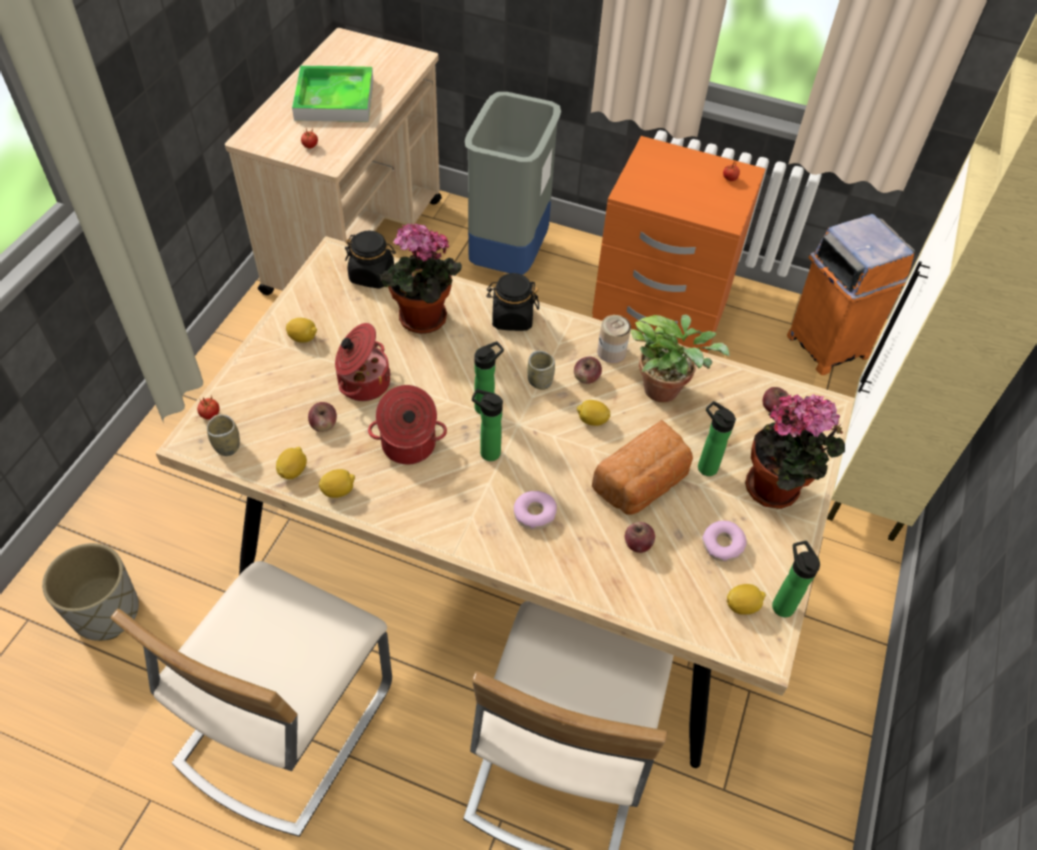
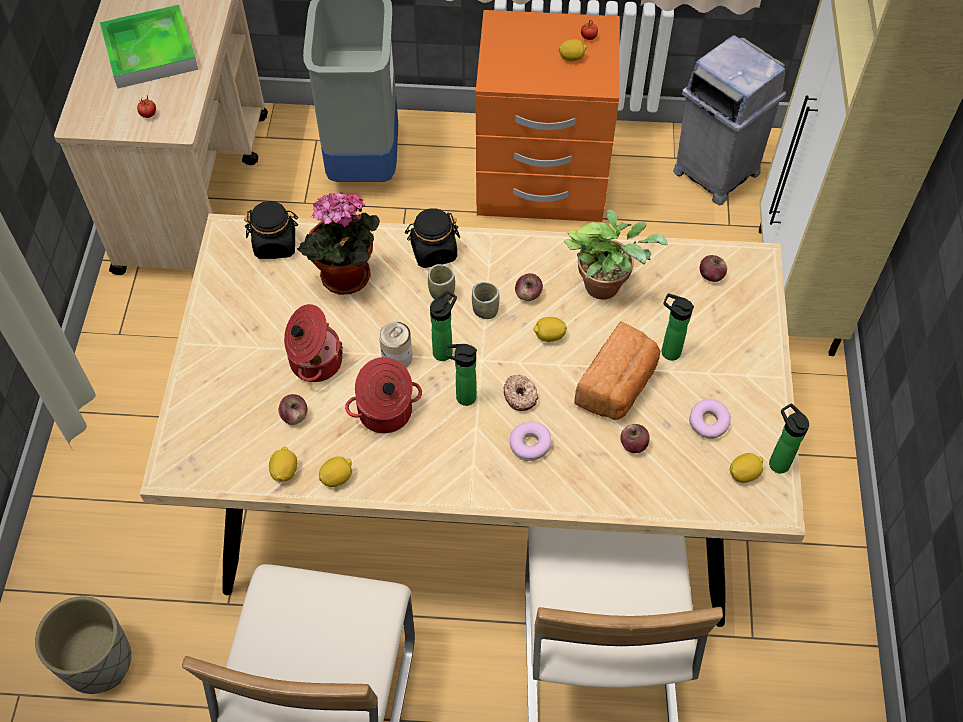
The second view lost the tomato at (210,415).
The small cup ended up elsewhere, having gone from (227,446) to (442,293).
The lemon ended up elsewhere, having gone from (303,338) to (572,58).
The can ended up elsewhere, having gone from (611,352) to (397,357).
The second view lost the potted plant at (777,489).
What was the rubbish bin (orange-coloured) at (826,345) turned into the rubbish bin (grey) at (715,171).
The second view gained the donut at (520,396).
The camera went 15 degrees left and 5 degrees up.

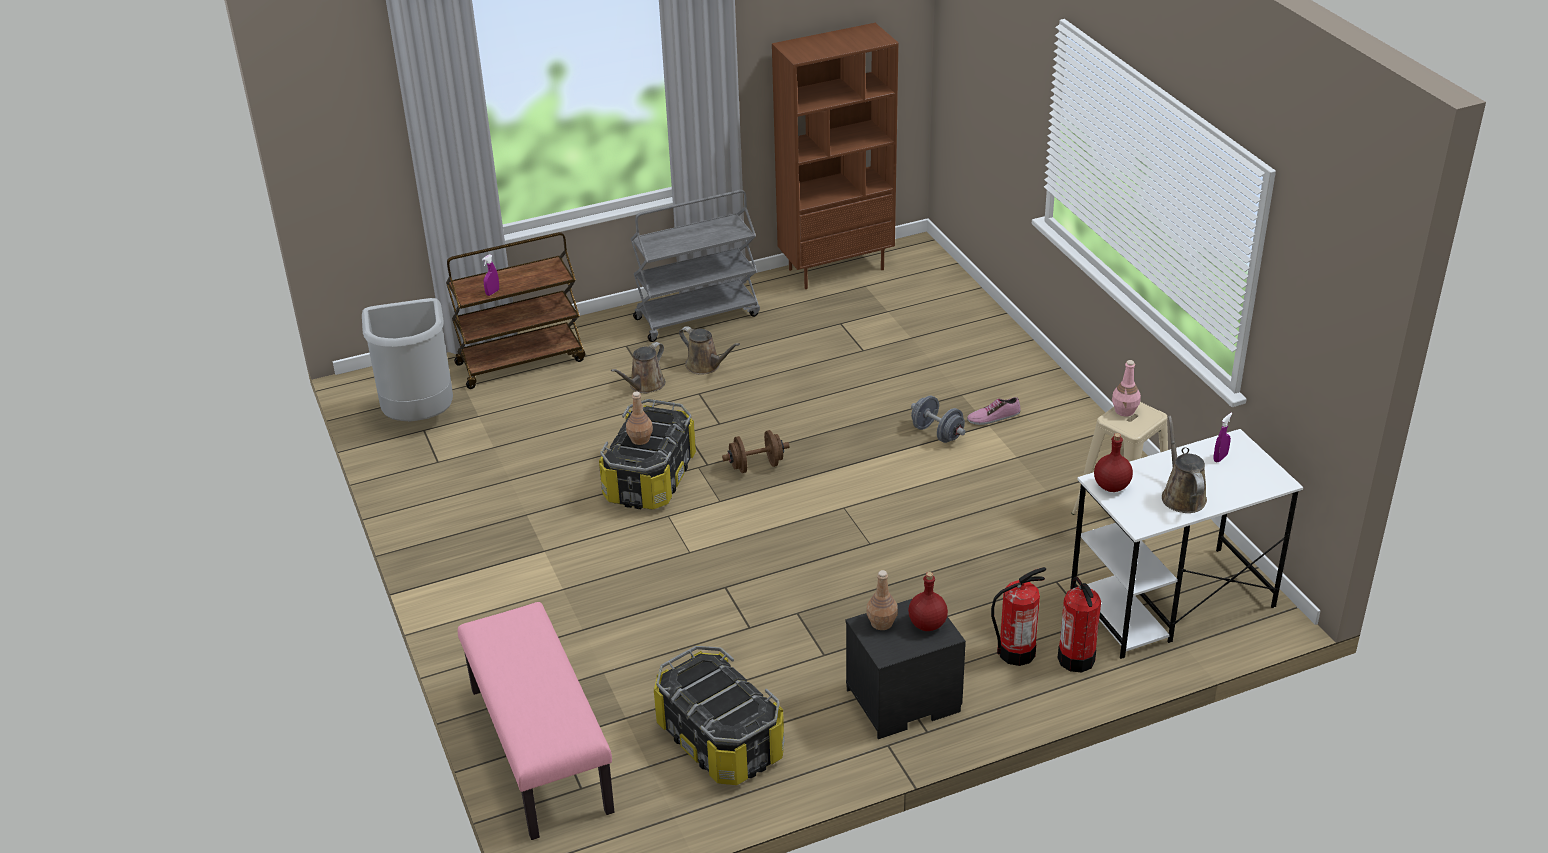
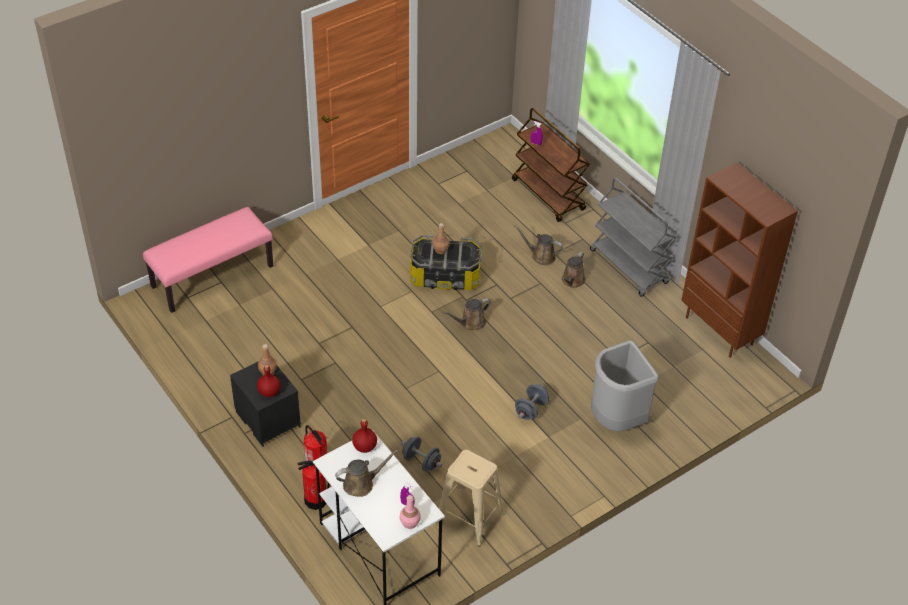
The rubbish bin (grey) ended up elsewhere, having gone from (420,417) to (616,420).
The second view lost the storage box at (721,740).
Where the free weight (brown-coloured) stood at (756,466), the sprinkling can (brown-coloured) came to stand at (470,323).
The second view lost the shoe at (993,417).
The beverage bottle (pink) ended up elsewhere, having gone from (1125,410) to (410,523).
The second view gained the free weight (grey) at (421,461).
The camera went 75 degrees right and 10 degrees up.

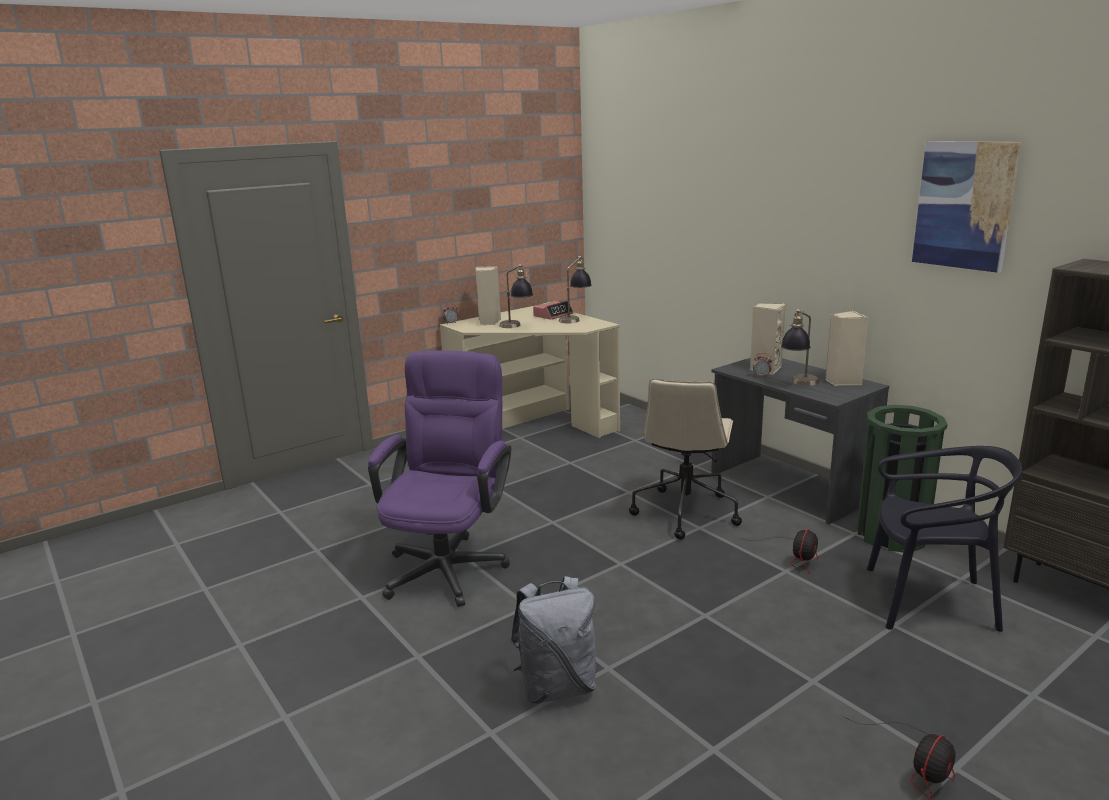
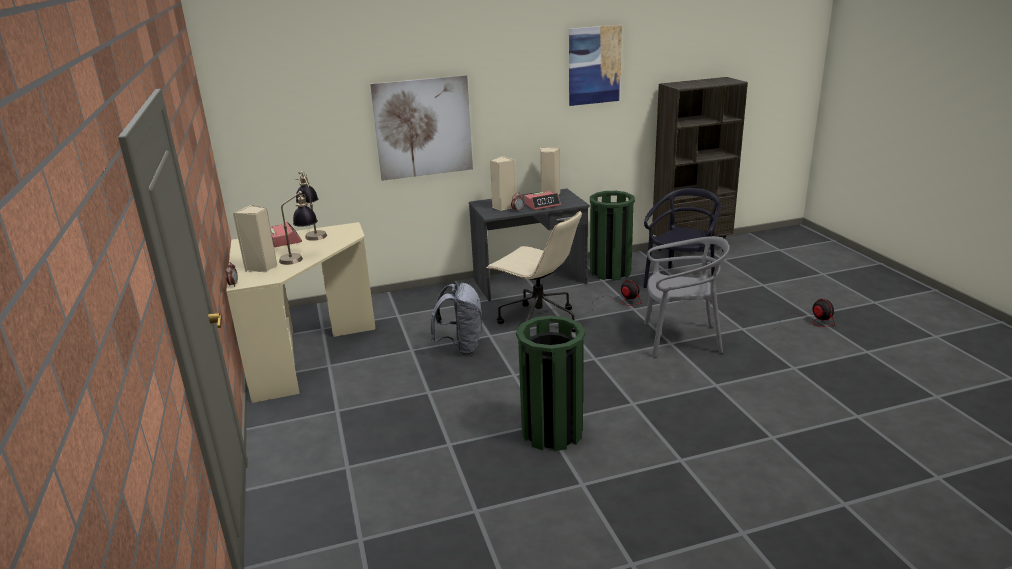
Where the computer chair (purplish) stood at (449,564), the rubbish bin (green-coloured) came to stand at (552,432).
The rucksack (grey) ended up elsewhere, having gone from (557,687) to (461,347).
Where the lamp for a table stood at (799,384), the table clock came to stand at (542,205).
The second view gained the wall art at (423,127).
The second view gained the upright chair (grey) at (680,339).
The camera went 70 degrees left and 5 degrees up.

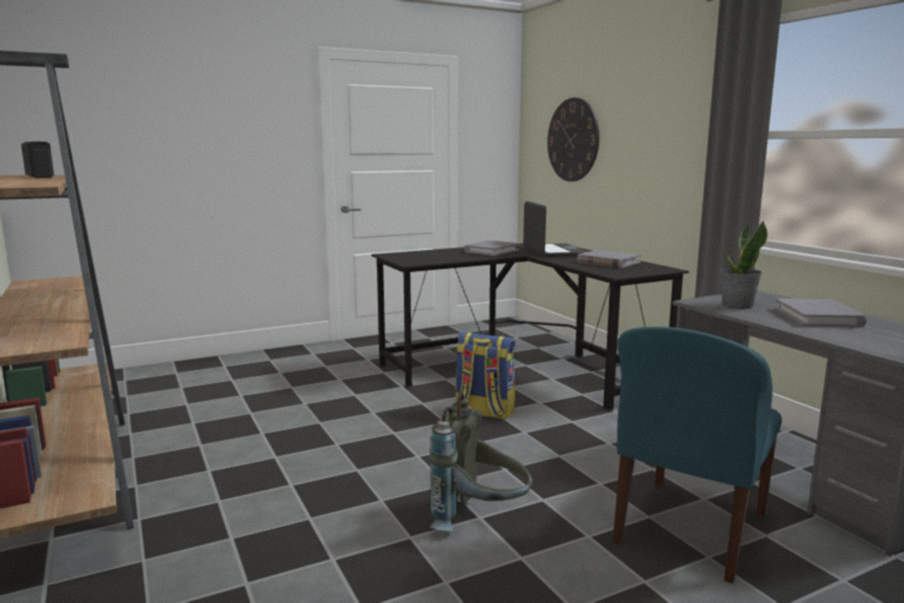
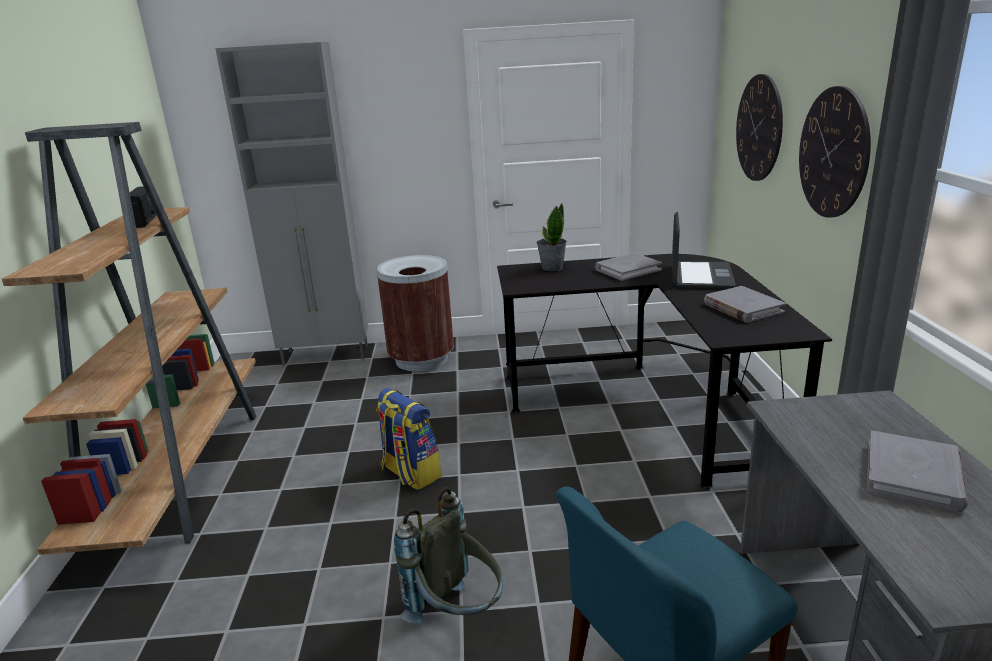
The rucksack ended up elsewhere, having gone from (483,412) to (410,473).
The potted plant ended up elsewhere, having gone from (737,306) to (552,267).
The second view gained the cupboard (grey) at (327,355).
The second view gained the rubbish bin (brown-coloured) at (422,359).
The second view gained the wall clock at (833,153).
The camera went 25 degrees right and 10 degrees up.

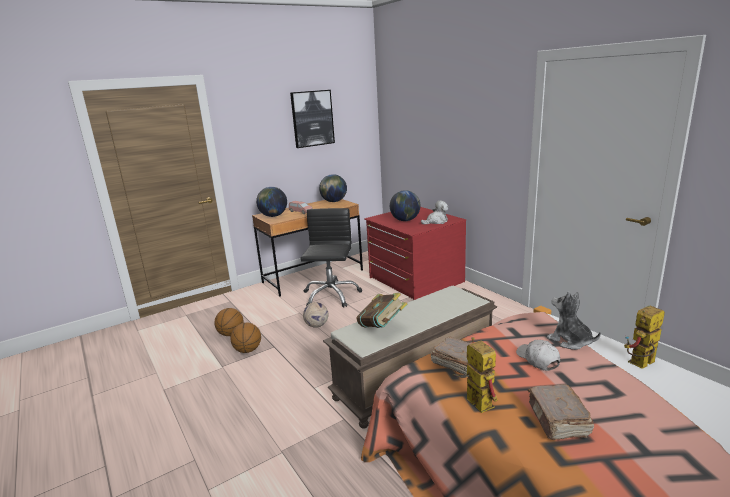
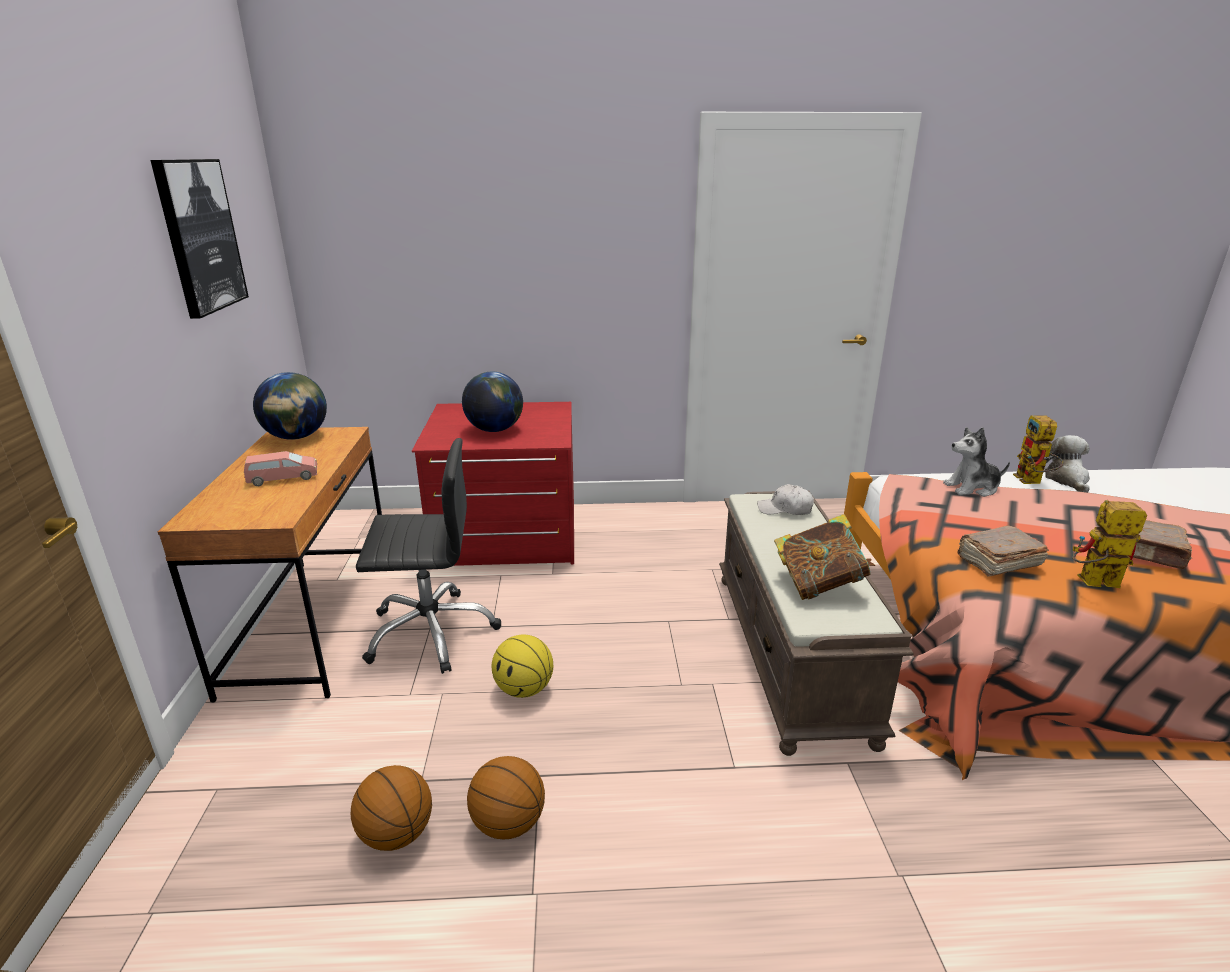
The second view lost the globe at (273,216).
The computer chair (black-coloured) at (331,295) ended up facing another way, 135 degrees clockwise from before.
Where the football stood at (316,325), the ball for basketball came to stand at (524,689).
The cuddly toy ended up elsewhere, having gone from (436,221) to (1067,480).
The cap (whitish) ended up elsewhere, having gone from (537,359) to (785,509).
The camera went 60 degrees left and 5 degrees up.

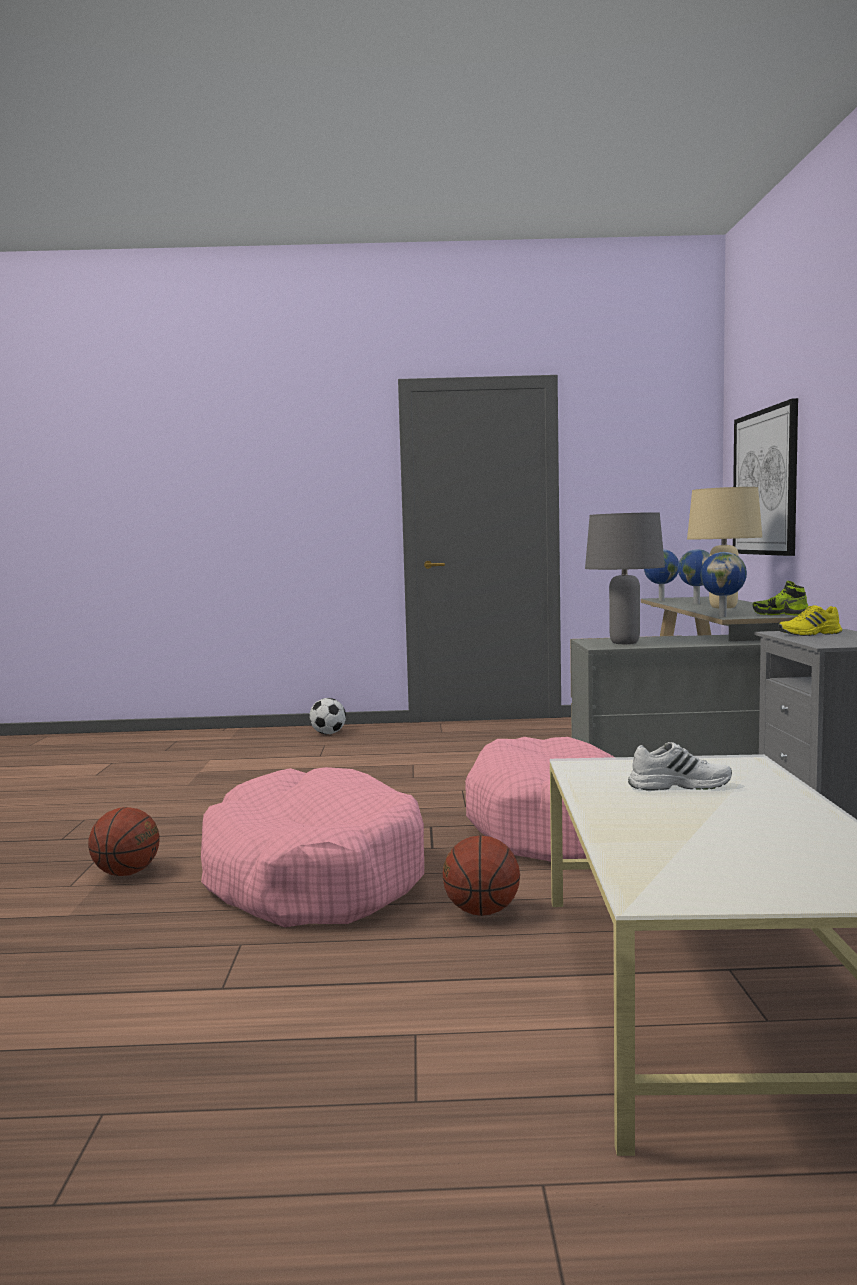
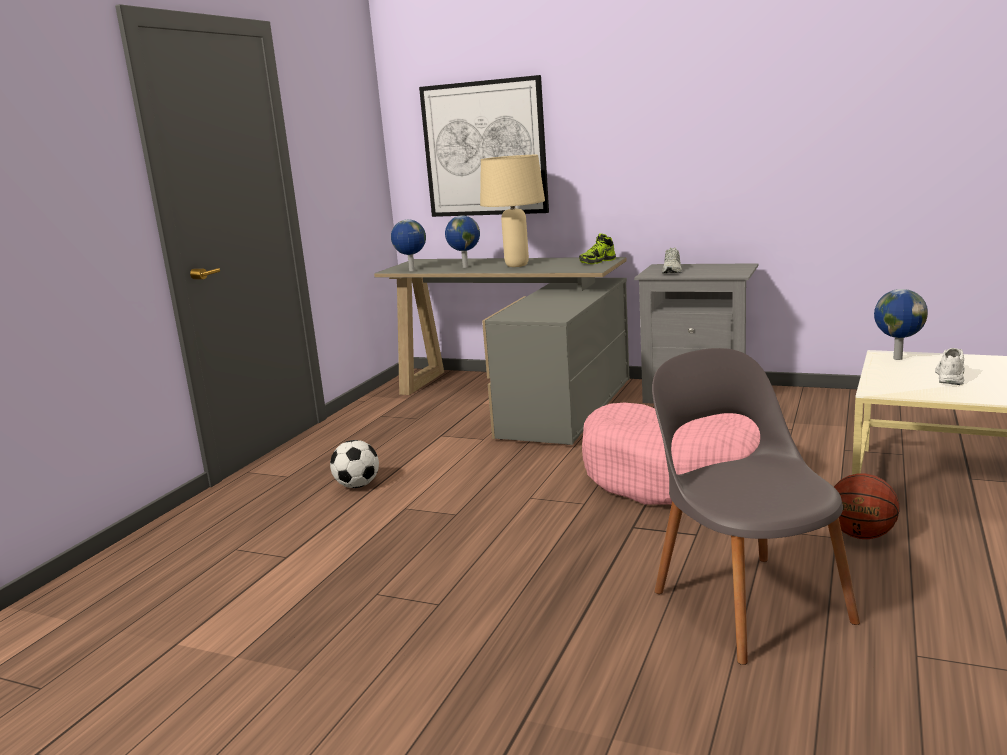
The second view lost the ball for basketball at (126,873).
Where the dog bed (pink) stood at (312,877), the upright chair (grey) came to stand at (747,602).
The football ended up elsewhere, having gone from (328,733) to (357,486).
The second view lost the lamp for a table (grey) at (624,643).
The globe ended up elsewhere, having gone from (723,616) to (896,358).
What was the shoe (yellow-coloured) at (810,634) turned into the shoe (whitish) at (672,271).
The camera went 65 degrees left and 10 degrees up.

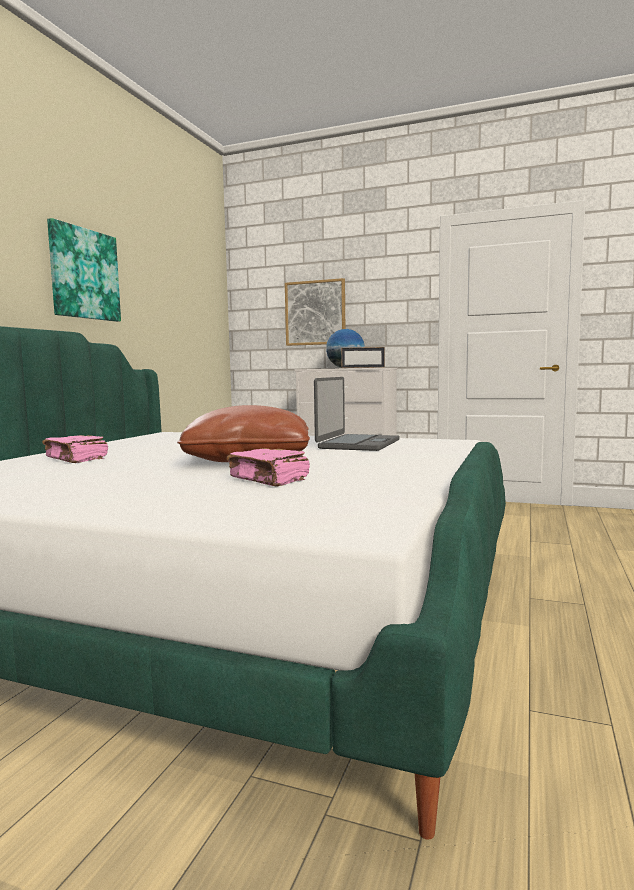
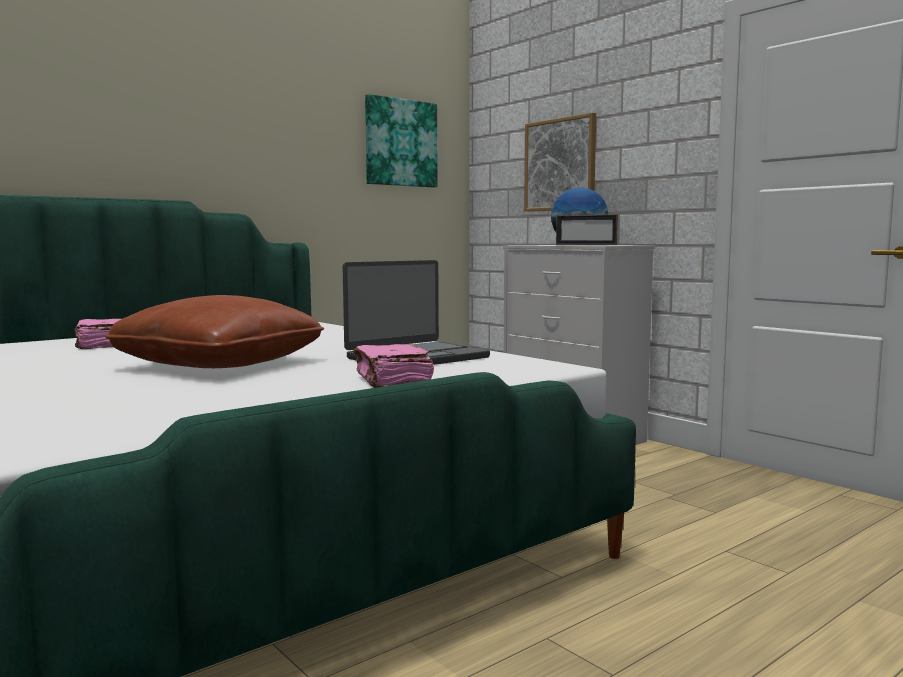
The wall art ended up elsewhere, having gone from (84,274) to (400,143).
The volume (pink) ended up elsewhere, having gone from (269,480) to (392,381).
The camera went 30 degrees right and 0 degrees up.

